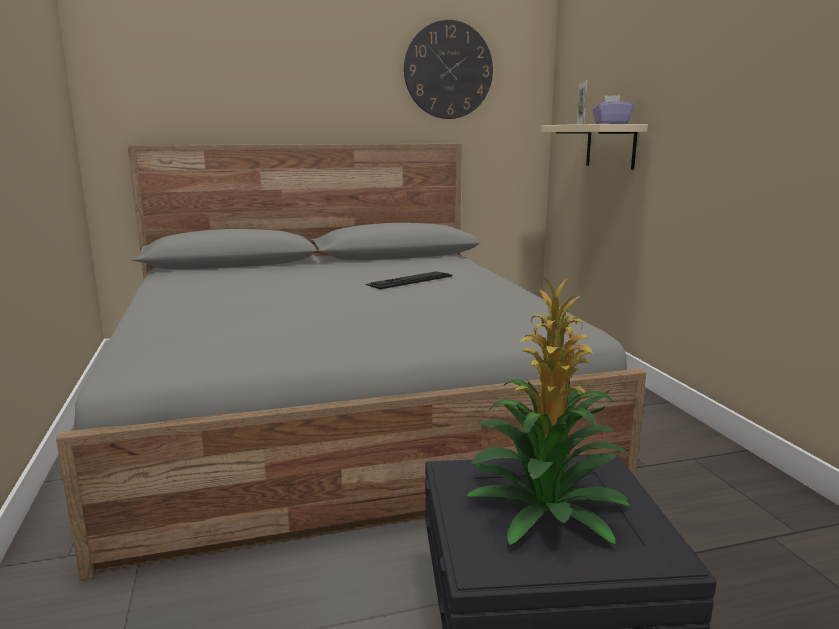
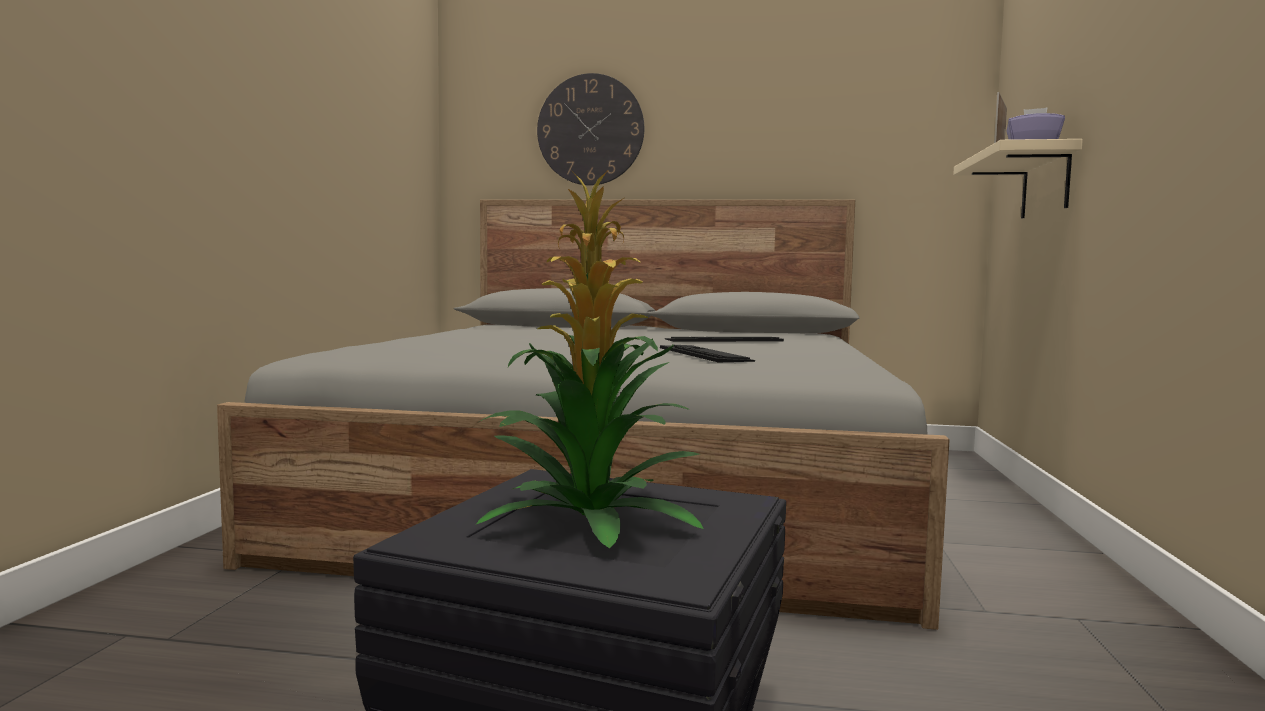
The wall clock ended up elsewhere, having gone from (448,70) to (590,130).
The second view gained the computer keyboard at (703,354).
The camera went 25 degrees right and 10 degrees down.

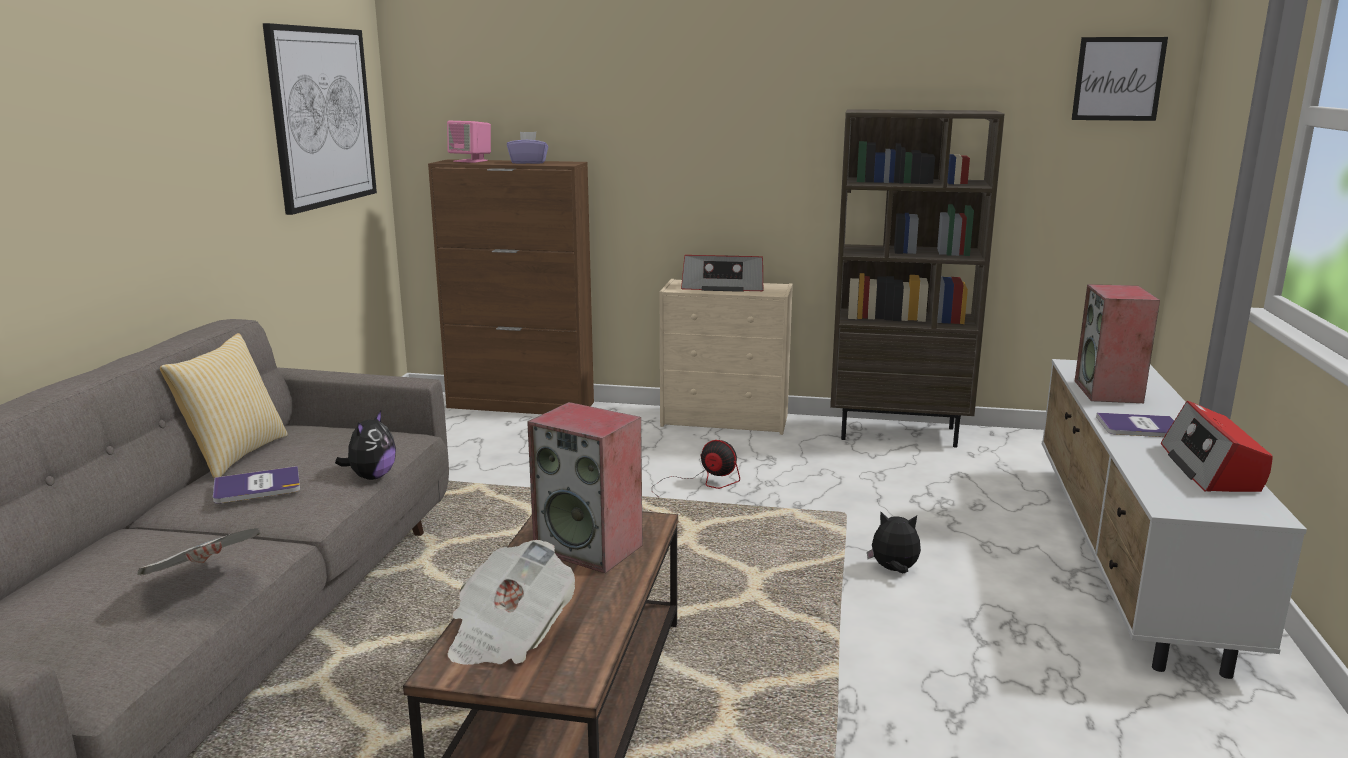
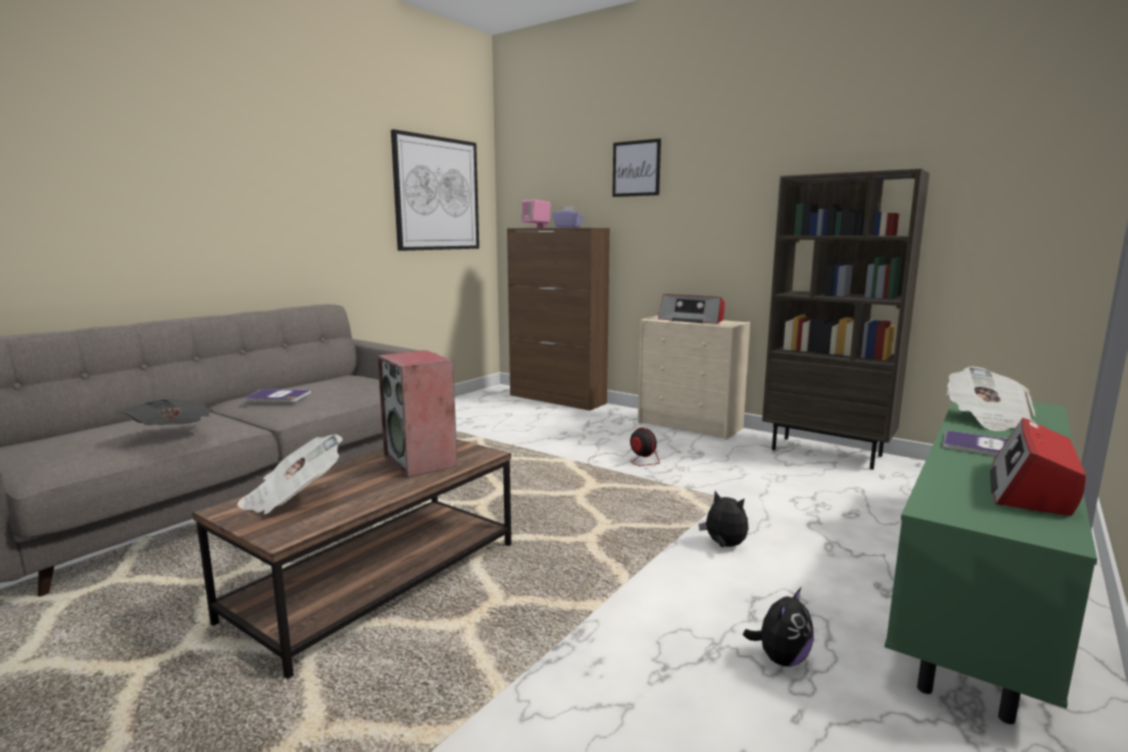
The second view lost the pillow at (234,455).
The cuddly toy ended up elsewhere, having gone from (371,477) to (781,659).
What was the tv unit (whitish) at (1128,556) turned into the tv unit (green-coloured) at (978,583).
The wall art ended up elsewhere, having gone from (1118,79) to (636,168).
Where the audio speaker stood at (1109,392), the printed paper came to stand at (987,420).
The camera went 25 degrees right and 5 degrees down.

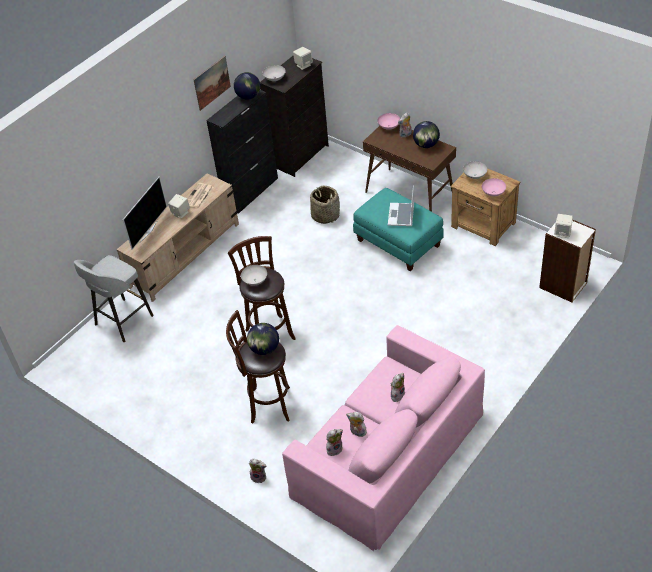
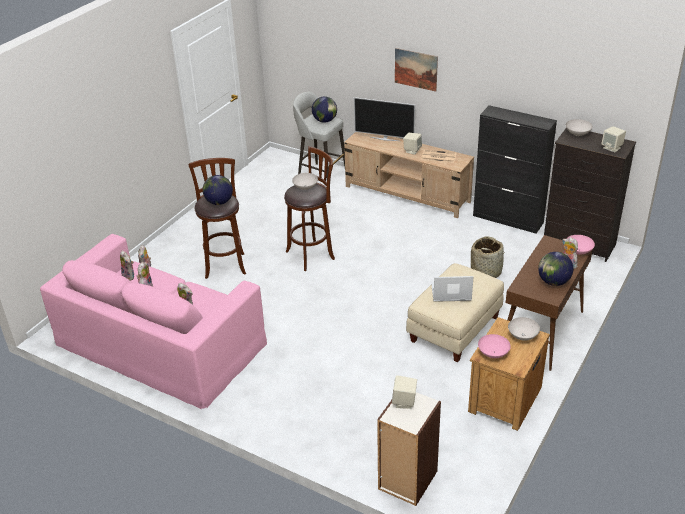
The wall art ended up elsewhere, having gone from (212,83) to (416,69).
The globe ended up elsewhere, having gone from (248,96) to (325,121).
What was the pouffe (turquoise) at (399,243) turned into the pouffe (beige-coloured) at (455,329).
The camera went 80 degrees right and 10 degrees down.

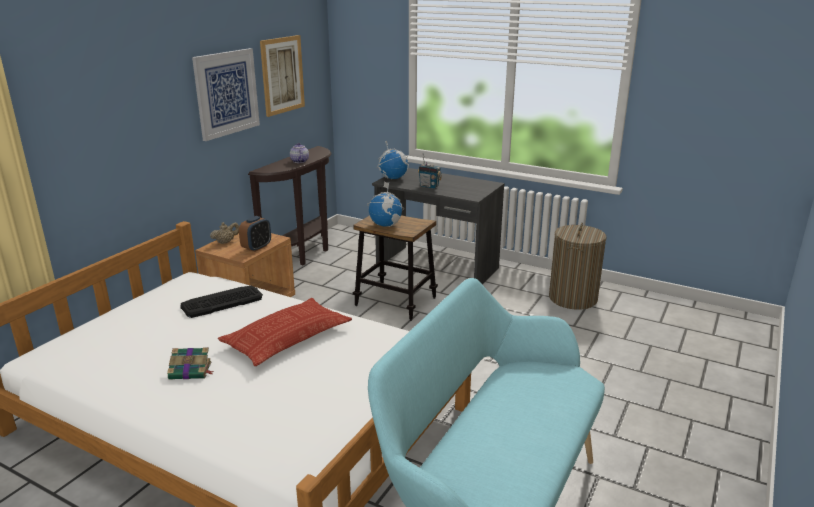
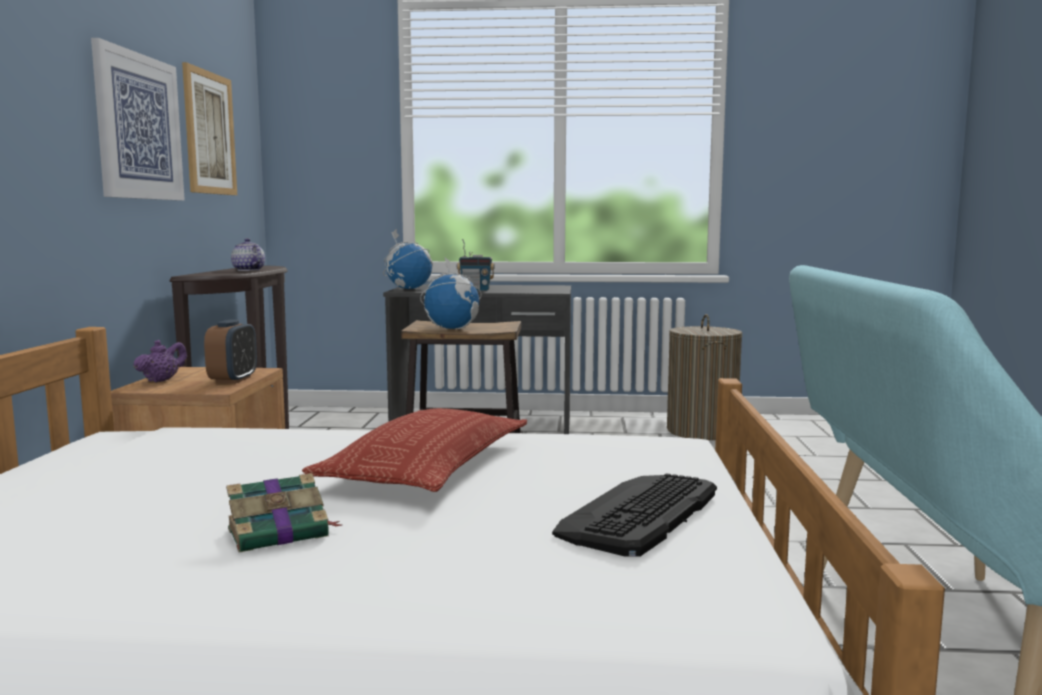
The computer keyboard ended up elsewhere, having gone from (221,301) to (638,514).
What was the pot for tea (beige-coloured) at (226,242) turned into the pot for tea (purplish) at (162,380).
The camera went 25 degrees left and 15 degrees down.

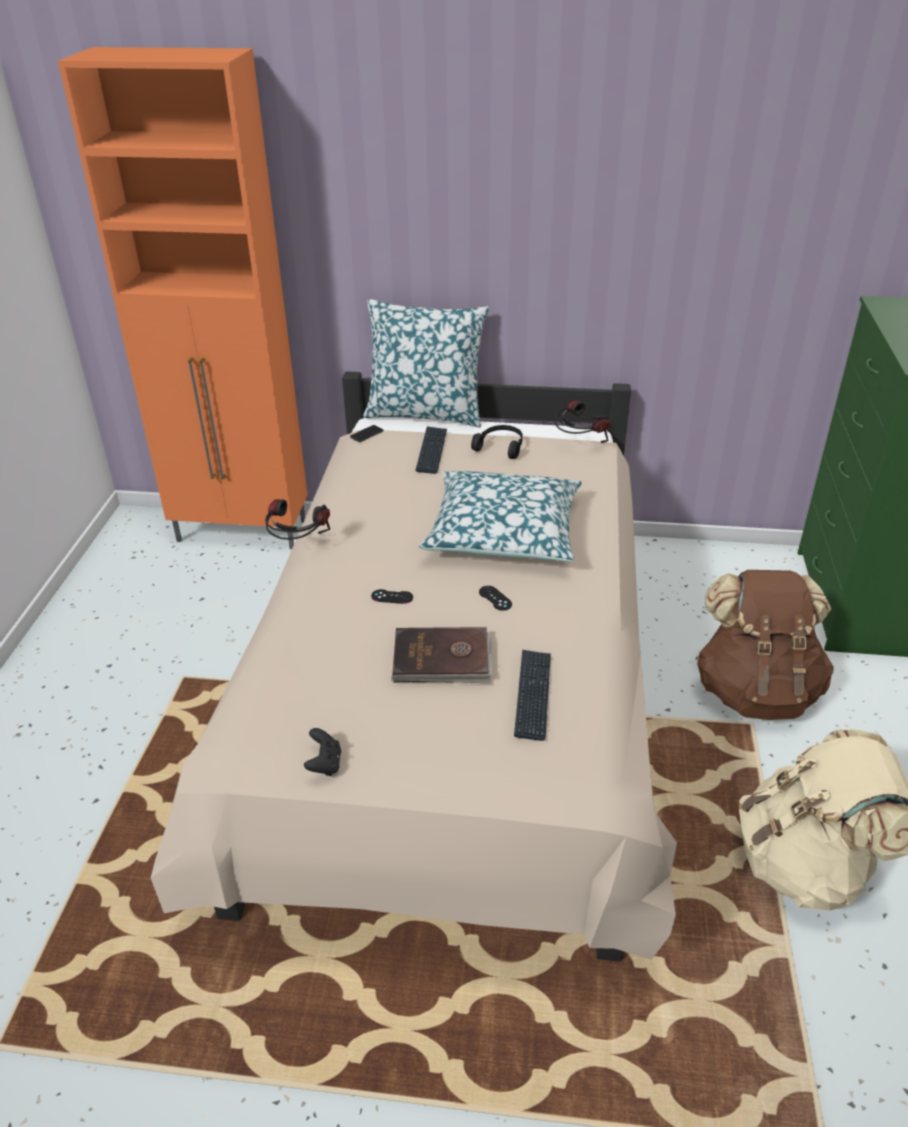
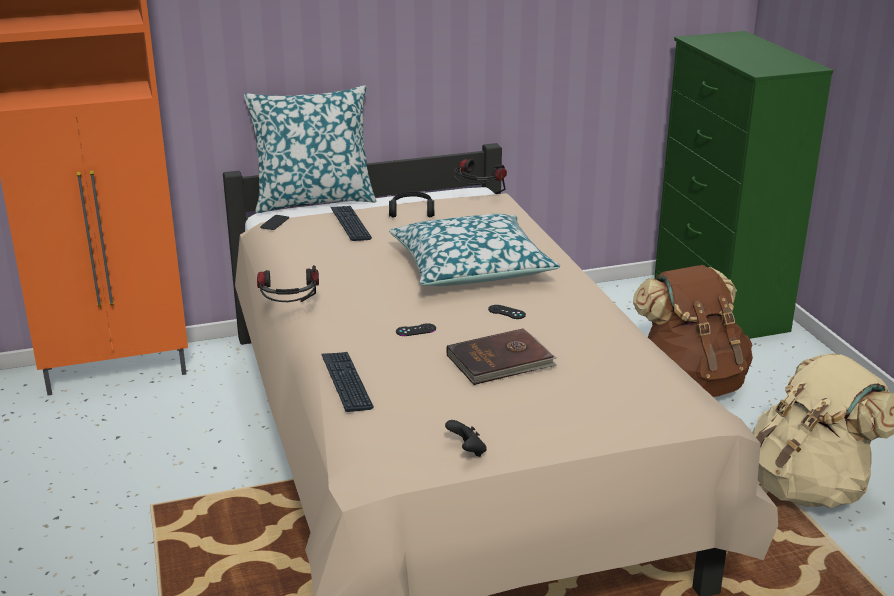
The computer keyboard ended up elsewhere, having gone from (533,695) to (346,382).
The camera went 25 degrees left and 10 degrees down.

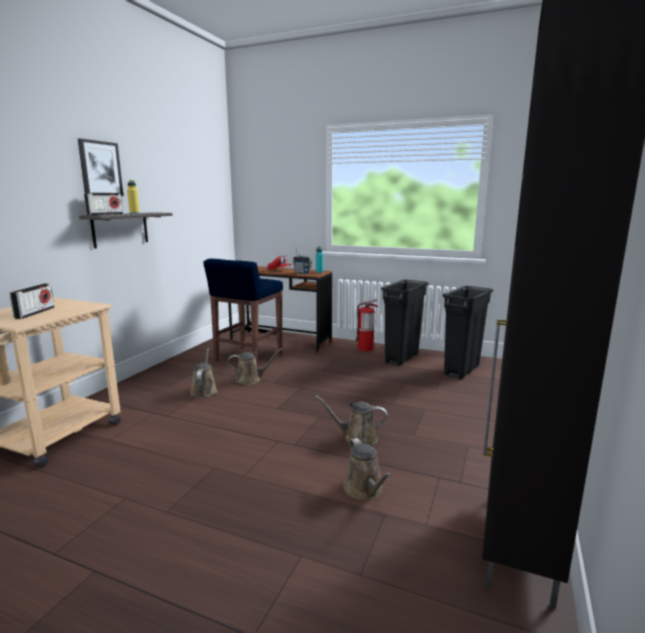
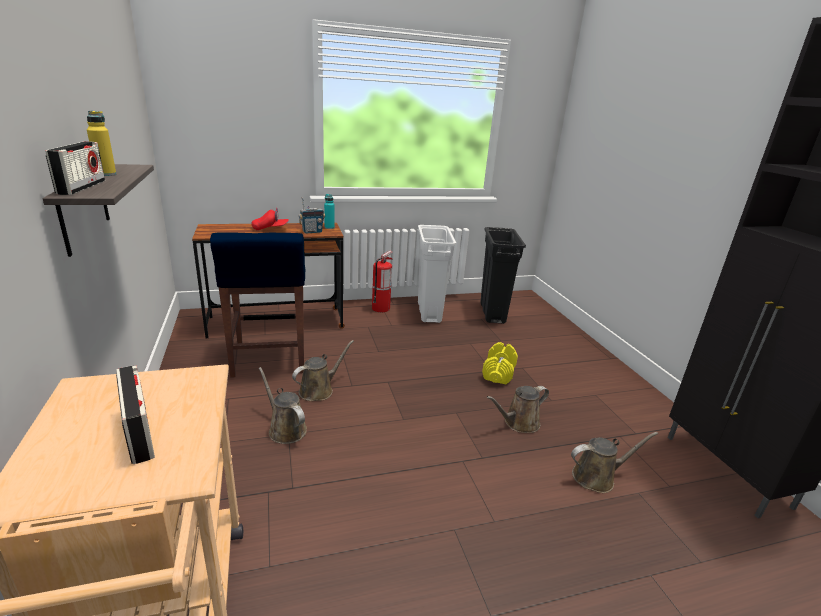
The second view lost the wall art at (100,168).
The sprinkling can (brown-coloured) at (365,489) ended up facing another way, 45 degrees counterclockwise from before.
What was the rubbish bin (black-coloured) at (401,358) turned into the rubbish bin (whitish) at (429,312).
The second view gained the free weight (yellow-coloured) at (498,373).
The camera went 40 degrees left and 10 degrees up.

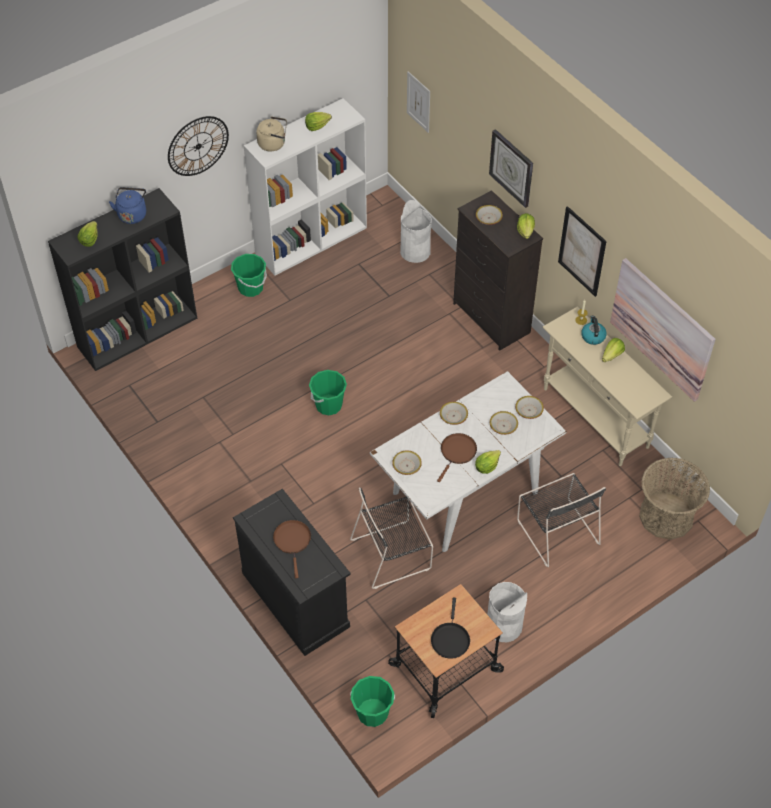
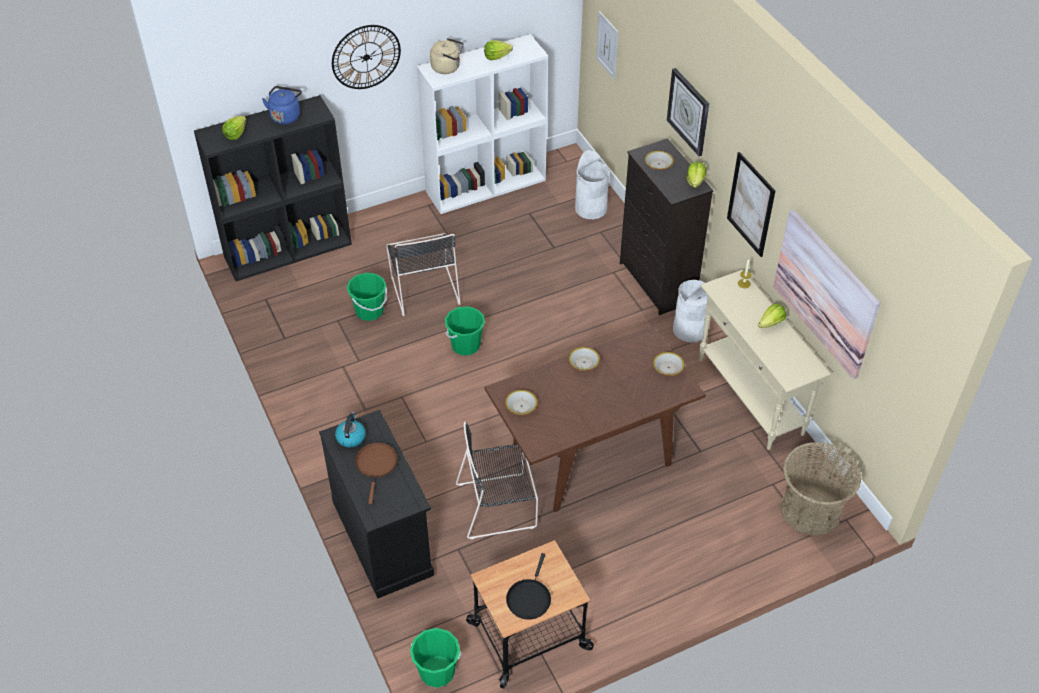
The water bucket (green-coloured) ended up elsewhere, having gone from (251,288) to (369,311).
What was the dinner table (whitish) at (464,493) turned into the dinner table (brown-coloured) at (590,454).
The second view lost the pan (brown-coloured) at (457,452).
The second view lost the lettuce at (486,466).
The rubbish bin (whitish) ended up elsewhere, having gone from (503,625) to (690,329).
The second view lost the serving bowl at (503,426).
The upright chair (black-coloured) ended up elsewhere, having gone from (556,530) to (424,288).
The kettle ended up elsewhere, having gone from (592,336) to (351,437).
The camera went 10 degrees right and 5 degrees down.

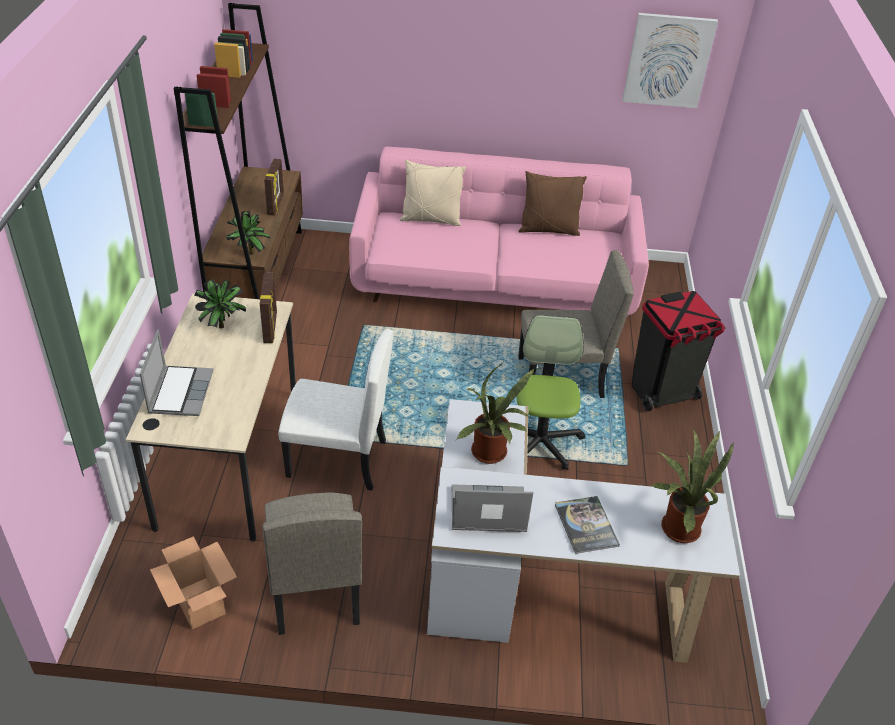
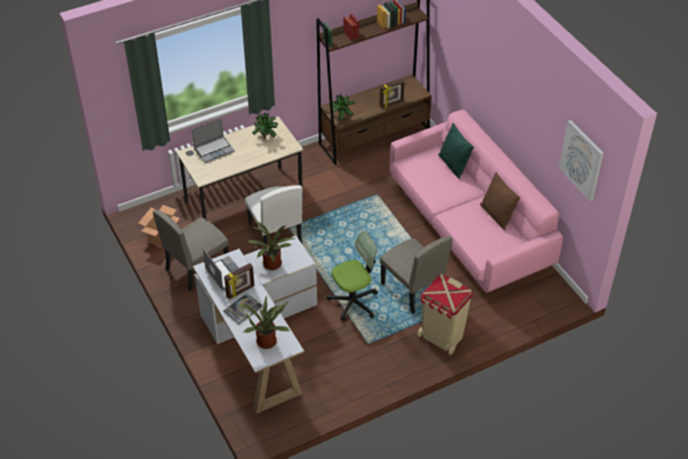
The standing frame ended up elsewhere, having gone from (271,327) to (240,291).
What was the pillow (beige-coloured) at (431,219) turned into the pillow (green-coloured) at (453,165).
What was the rubbish bin (black-coloured) at (662,392) turned into the rubbish bin (beige-coloured) at (442,337).
The camera went 60 degrees right and 5 degrees up.

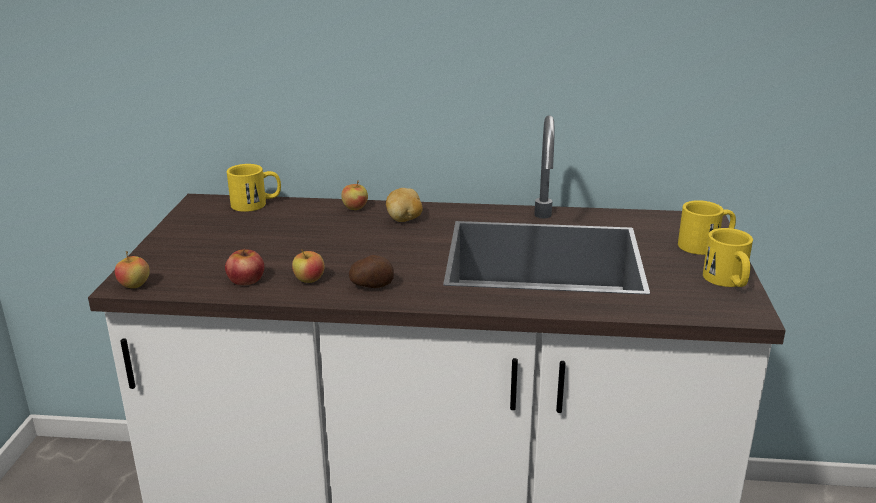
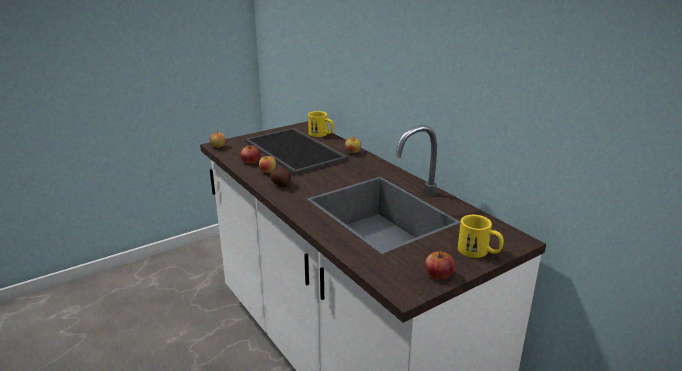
The second view lost the whole potato at (404,220).
Where the tea mug (yellow-coloured) stood at (728,281), the apple fruit came to stand at (438,274).
The second view gained the tray at (296,150).
The camera went 50 degrees right and 0 degrees up.

